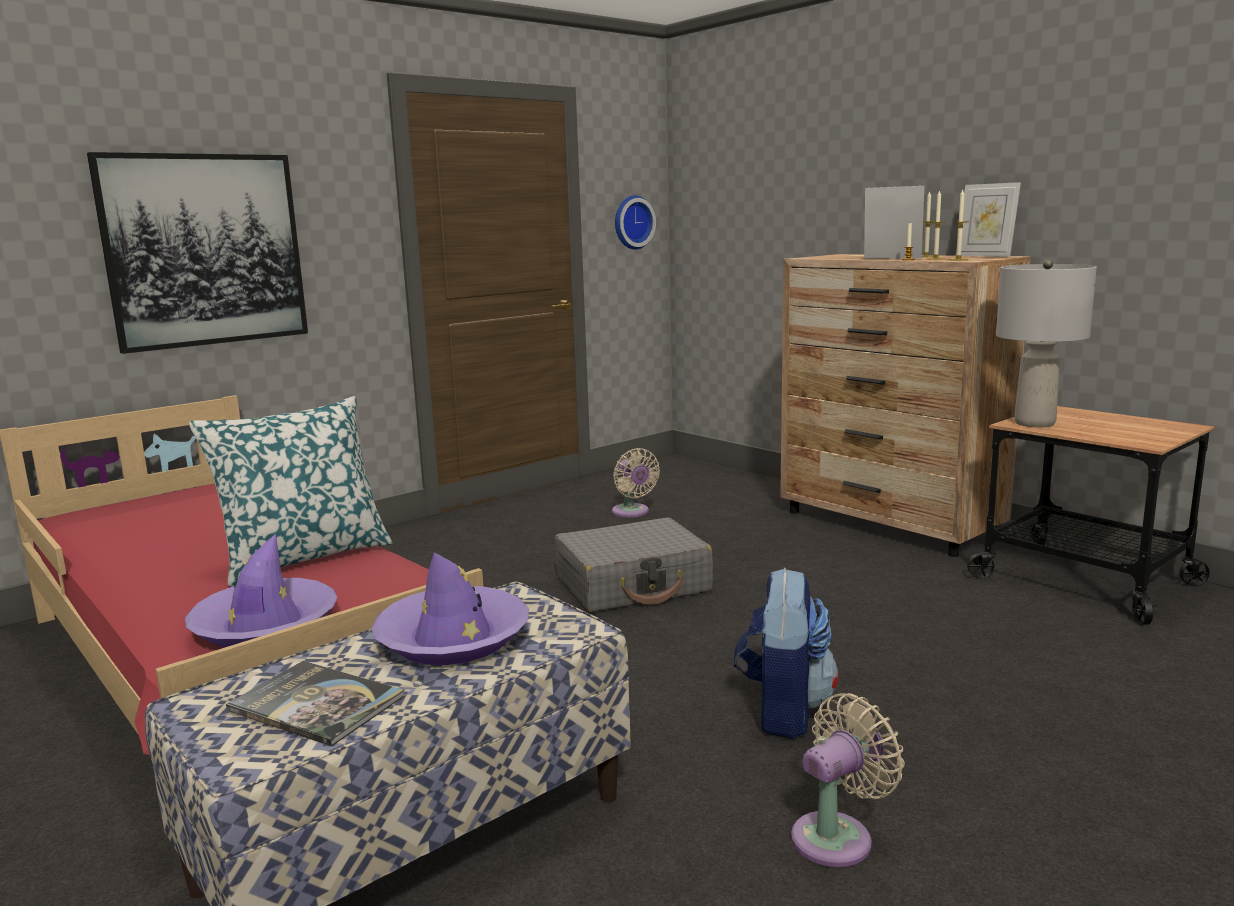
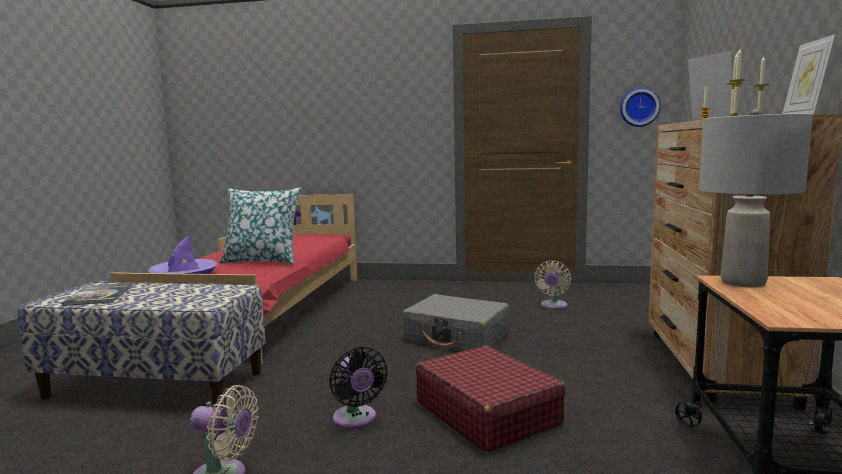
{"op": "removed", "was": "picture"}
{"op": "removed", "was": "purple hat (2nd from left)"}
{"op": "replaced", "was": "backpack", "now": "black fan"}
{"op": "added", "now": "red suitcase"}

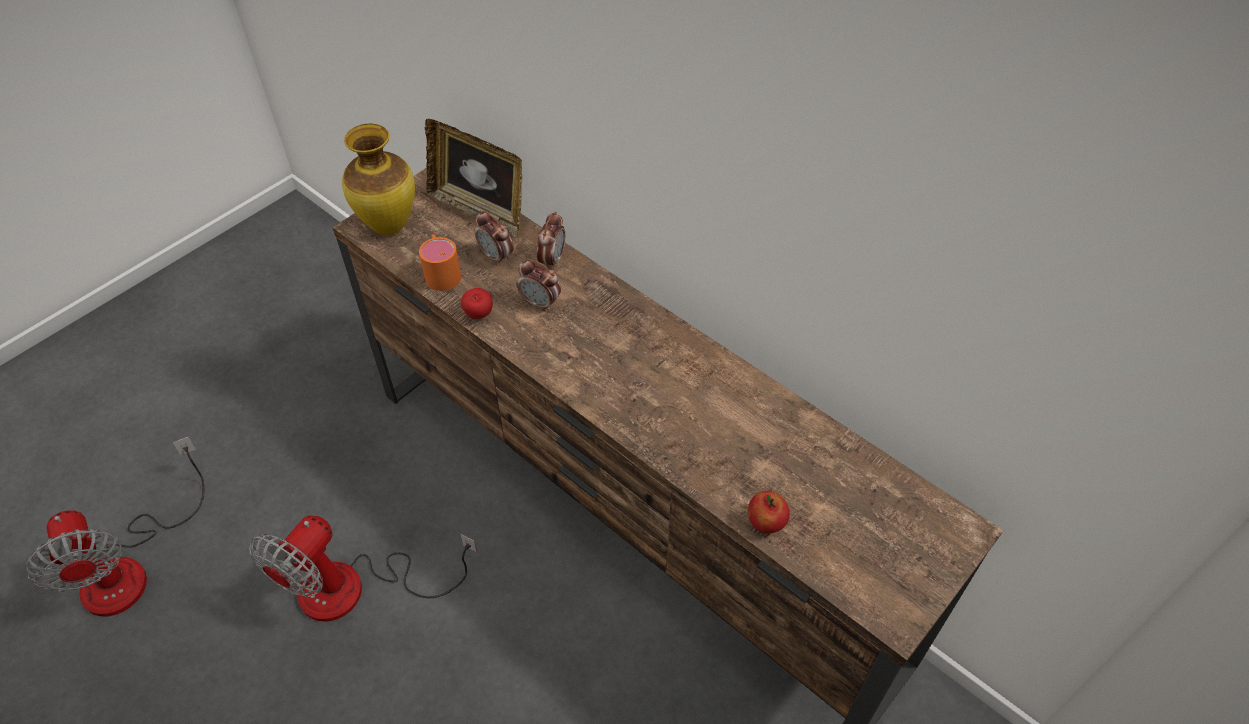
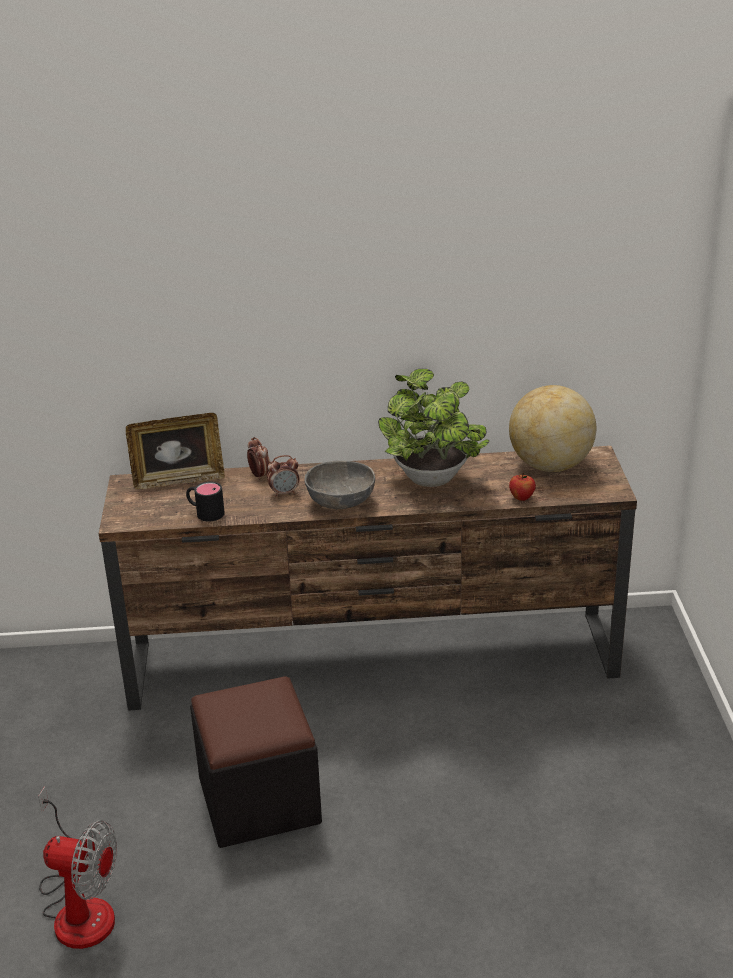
{"op": "replaced", "was": "fan (2nd from left)", "now": "black ottoman"}
{"op": "removed", "was": "vase"}
{"op": "recoloured", "was": "orange mug", "now": "black mug"}
{"op": "removed", "was": "apple (1st from left)"}
{"op": "removed", "was": "alarm clock (1st from left)"}
{"op": "added", "now": "grey bowl"}
{"op": "added", "now": "potted plant"}
{"op": "added", "now": "globe"}

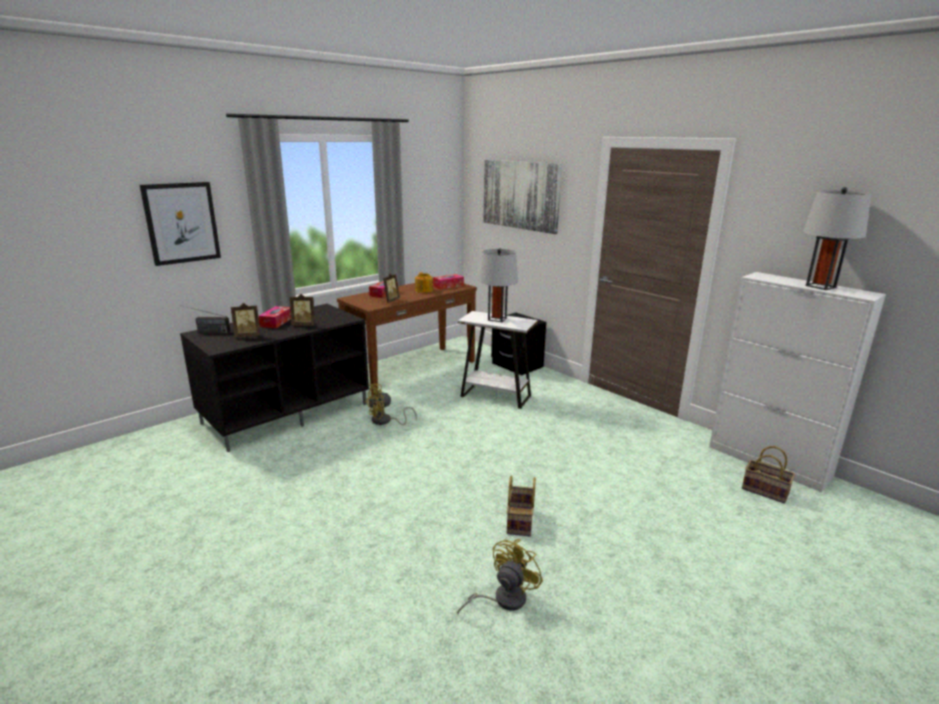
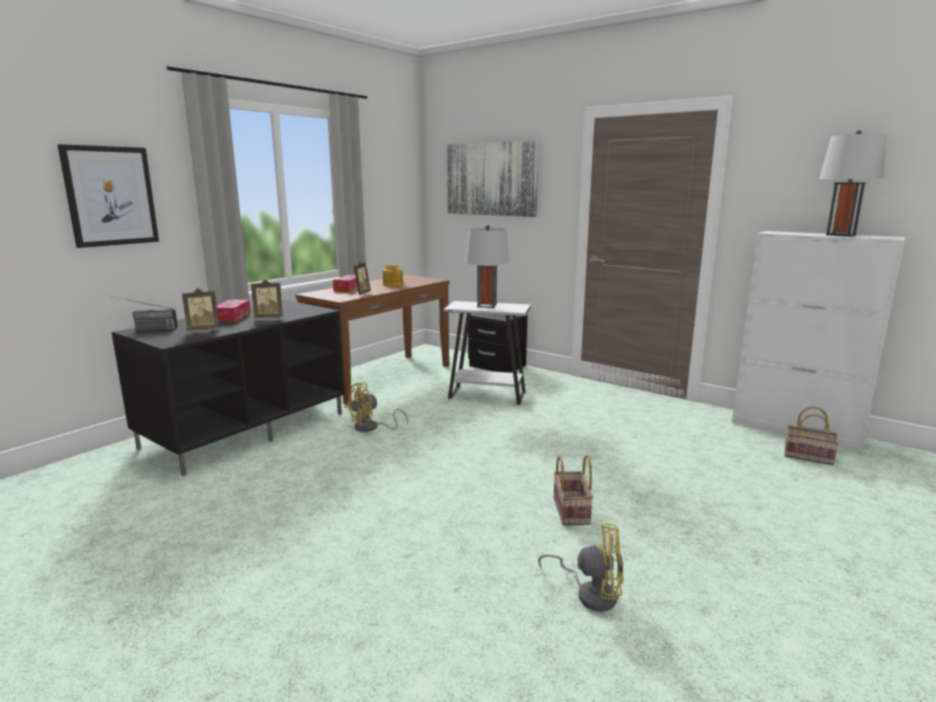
{"op": "removed", "was": "tissue box (3rd from left)"}
{"op": "turned", "was": "yellow fan (2nd from left)", "clockwise": 75}

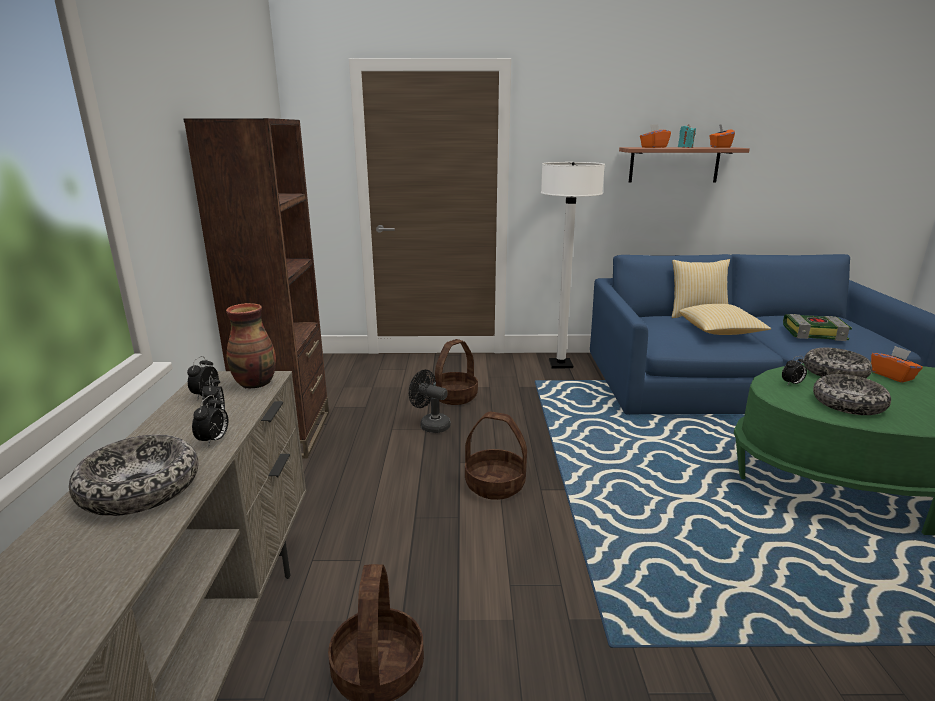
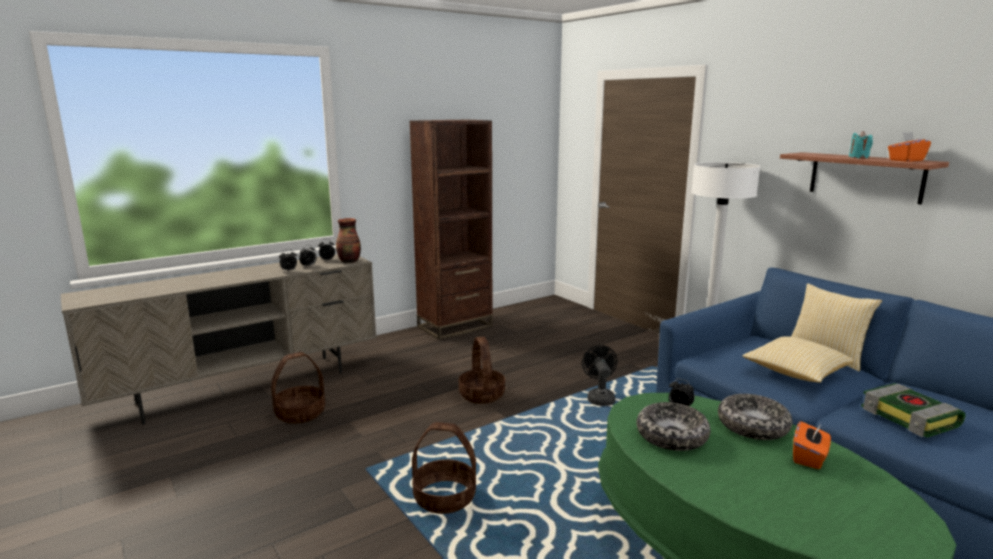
{"op": "removed", "was": "bowl (1st from left)"}
{"op": "moved", "was": "black fan"}
{"op": "moved", "was": "basket (2nd from left)"}
{"op": "removed", "was": "orange tissue box (1st from left)"}

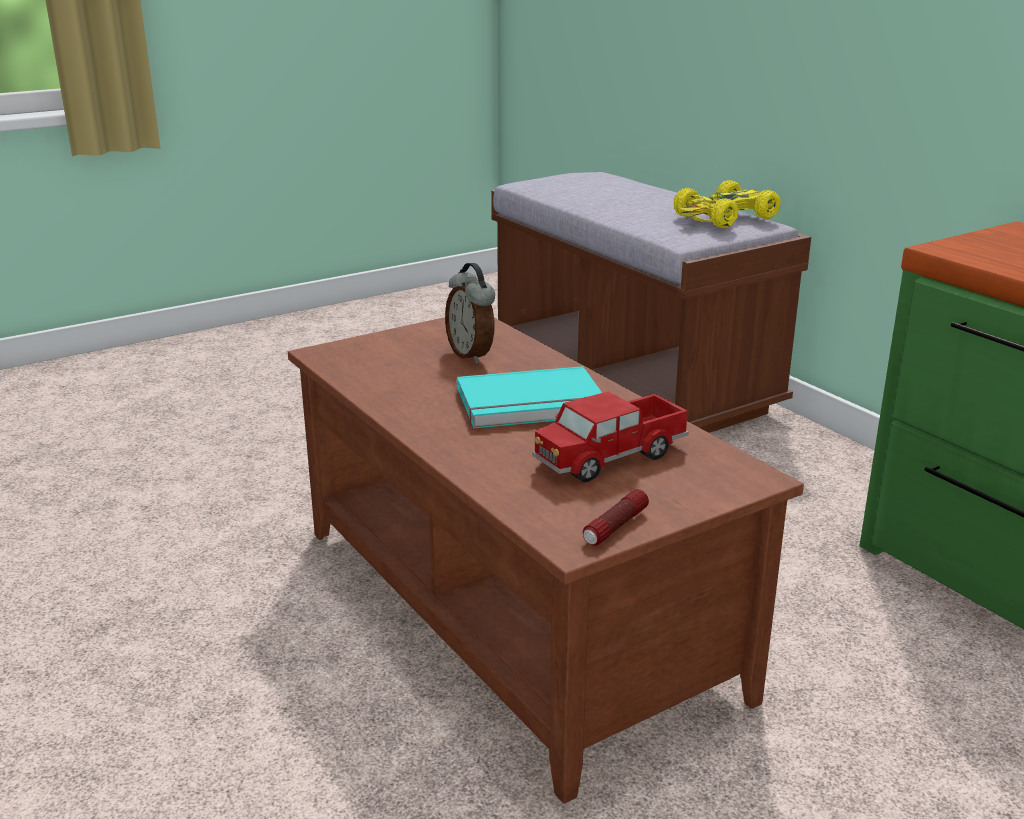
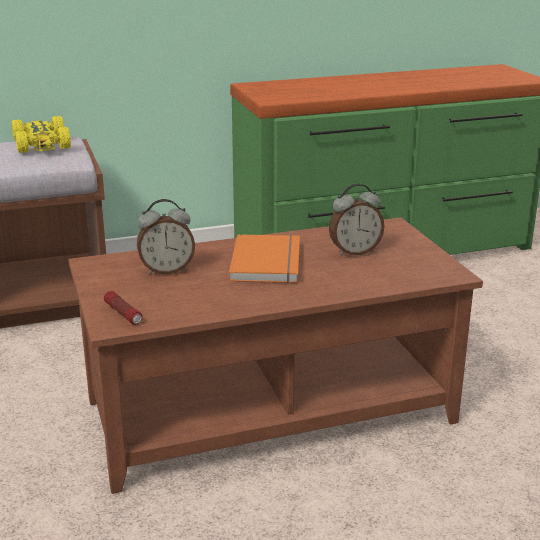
{"op": "recoloured", "was": "turquoise book", "now": "orange book"}
{"op": "replaced", "was": "toy truck", "now": "alarm clock (2nd from left)"}
{"op": "moved", "was": "flashlight"}

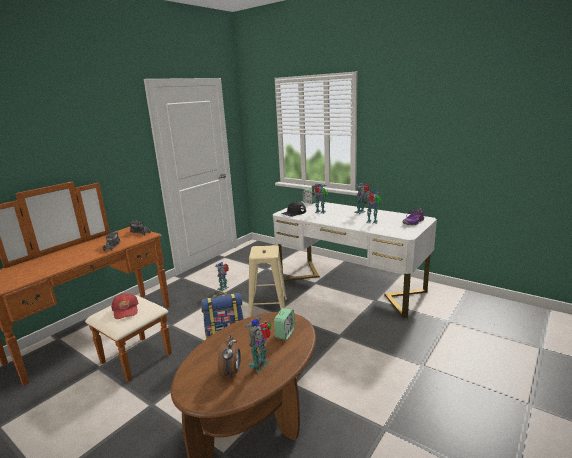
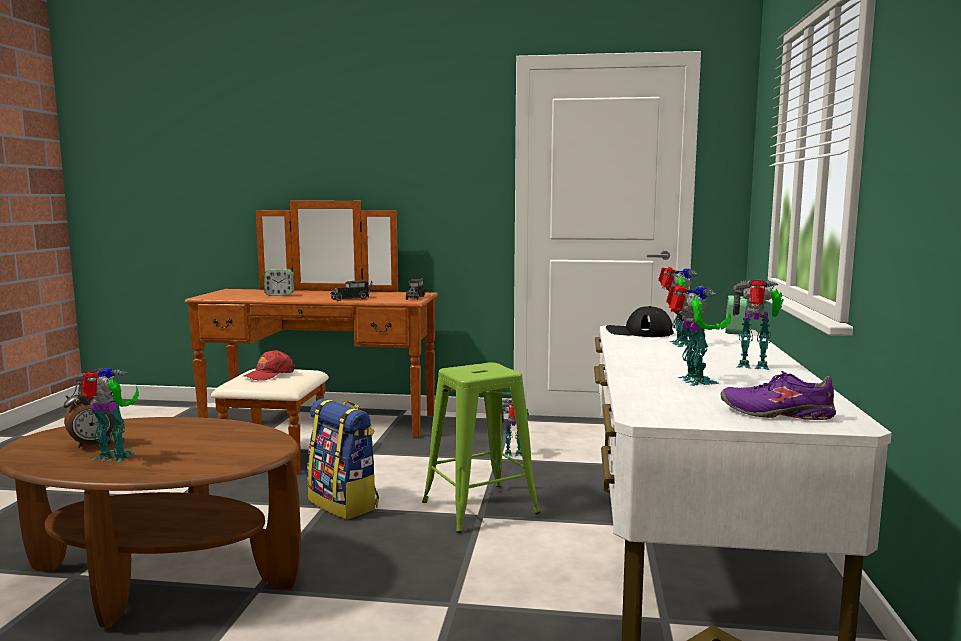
{"op": "recoloured", "was": "beige stool", "now": "green stool"}
{"op": "moved", "was": "alarm clock (2nd from left)"}

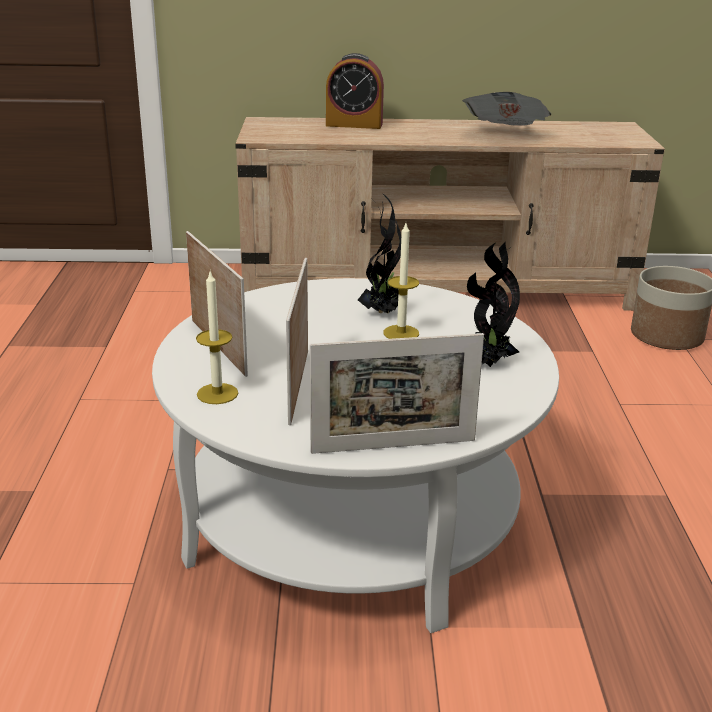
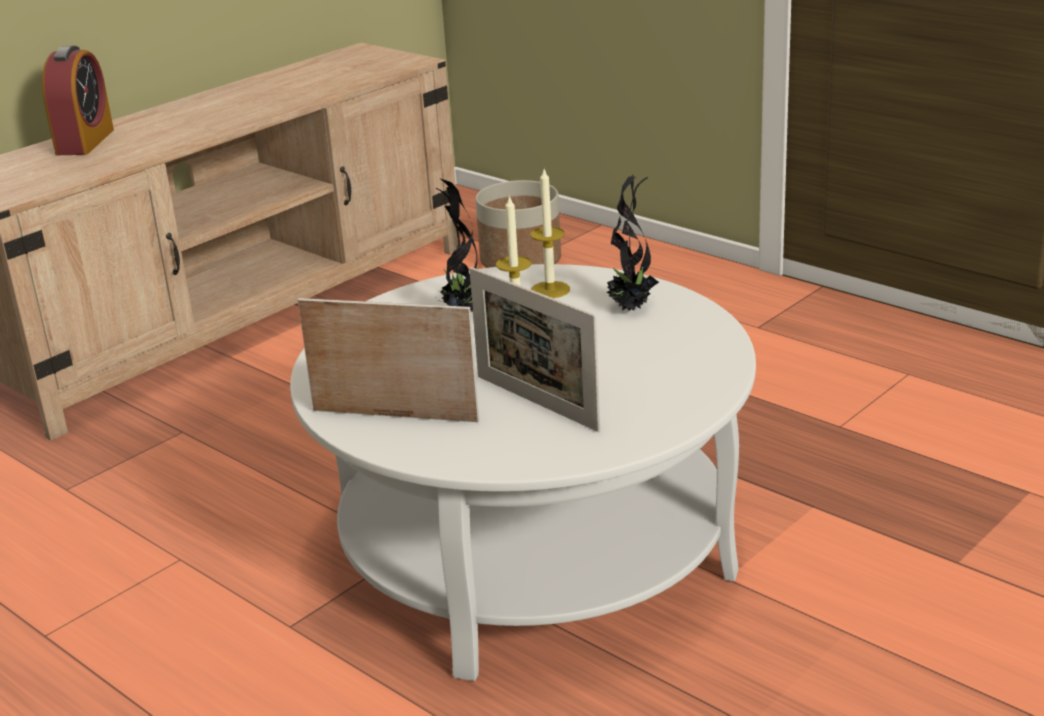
{"op": "moved", "was": "candle (1st from left in the first image)", "now": "candle (2nd from left)"}
{"op": "removed", "was": "picture frame (3rd from left)"}
{"op": "turned", "was": "alarm clock", "clockwise": -45}
{"op": "removed", "was": "newspaper"}

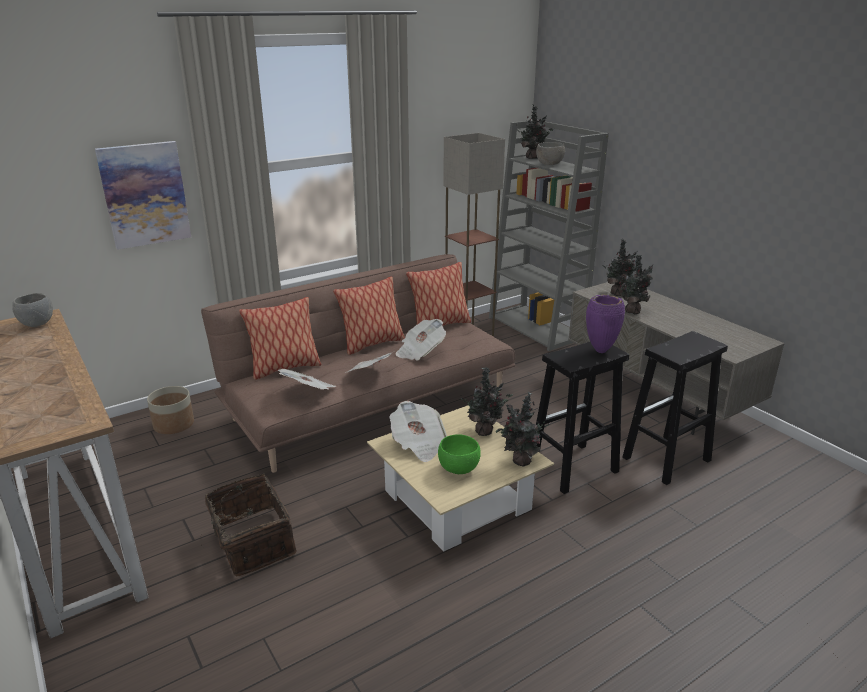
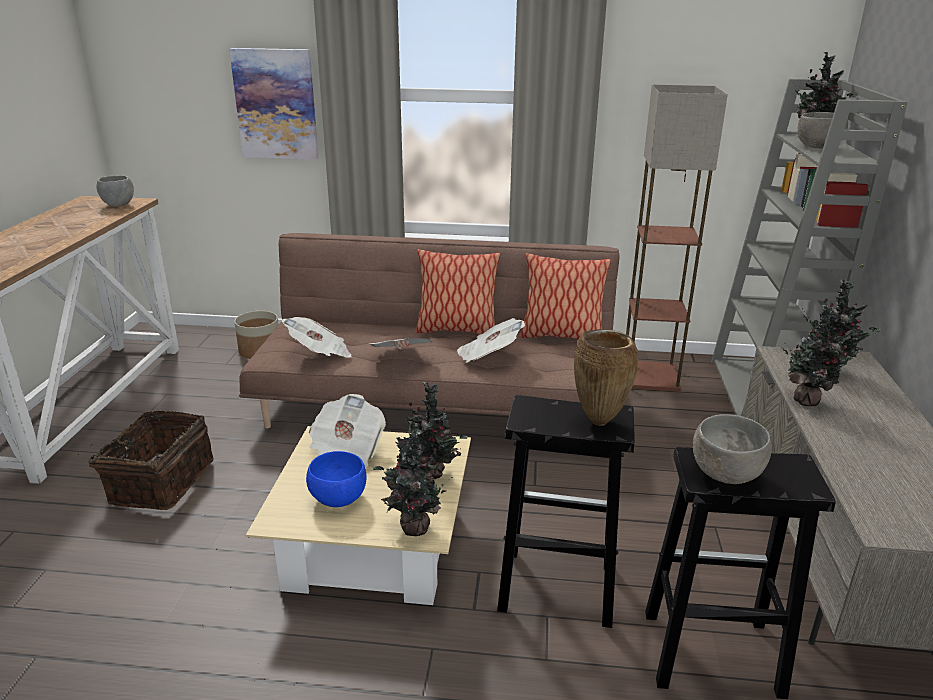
{"op": "removed", "was": "pillow (1st from left)"}
{"op": "recoloured", "was": "green bowl", "now": "blue bowl"}
{"op": "recoloured", "was": "purple vase", "now": "brown vase"}
{"op": "added", "now": "grey bowl (2nd from left)"}

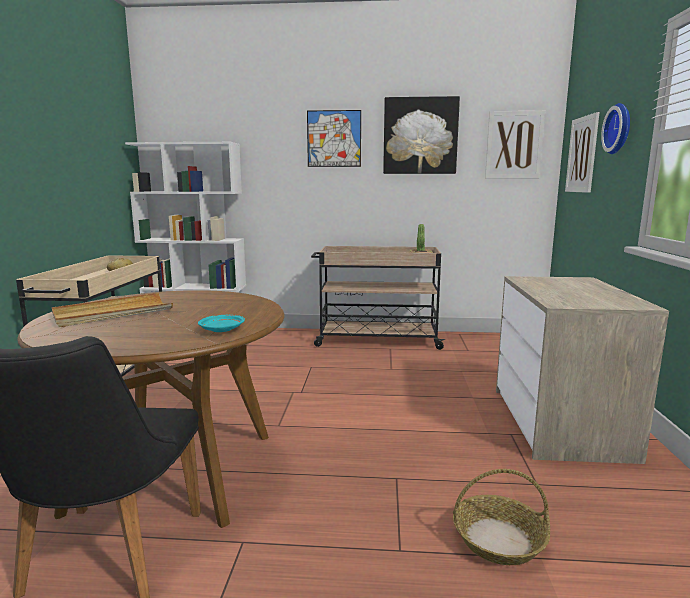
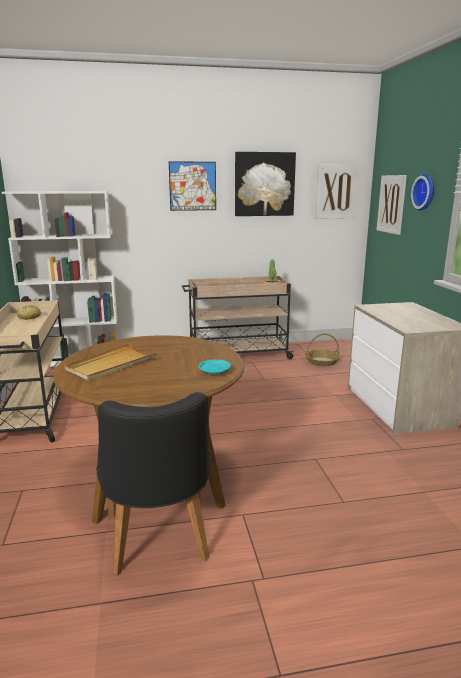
{"op": "moved", "was": "basket"}

